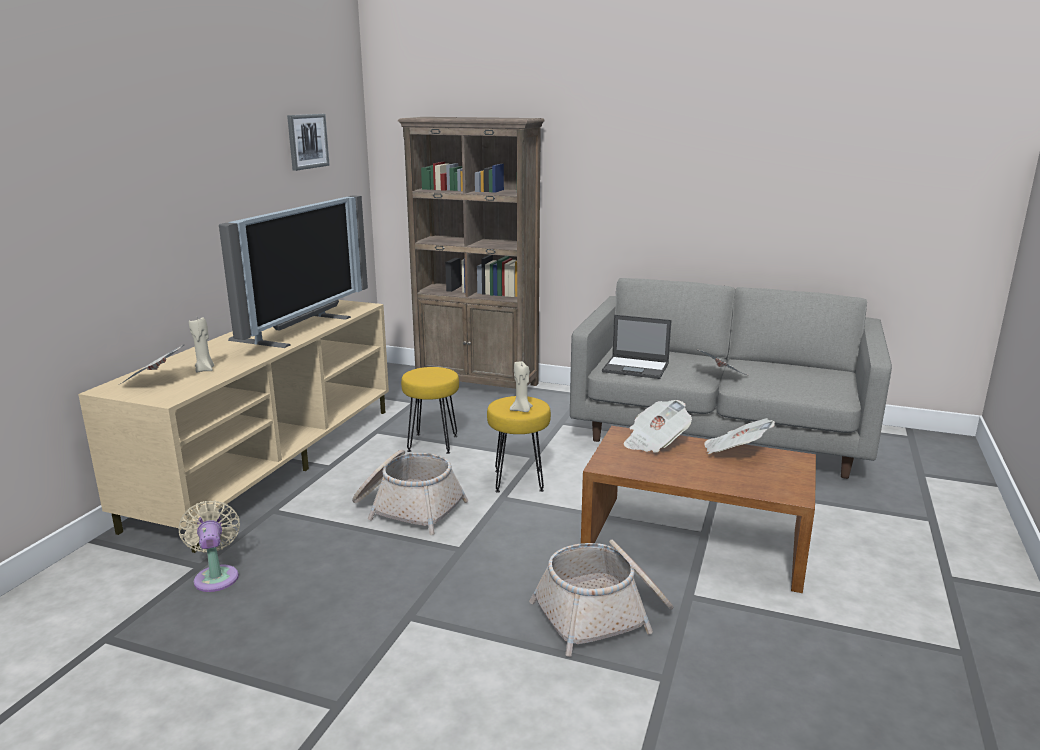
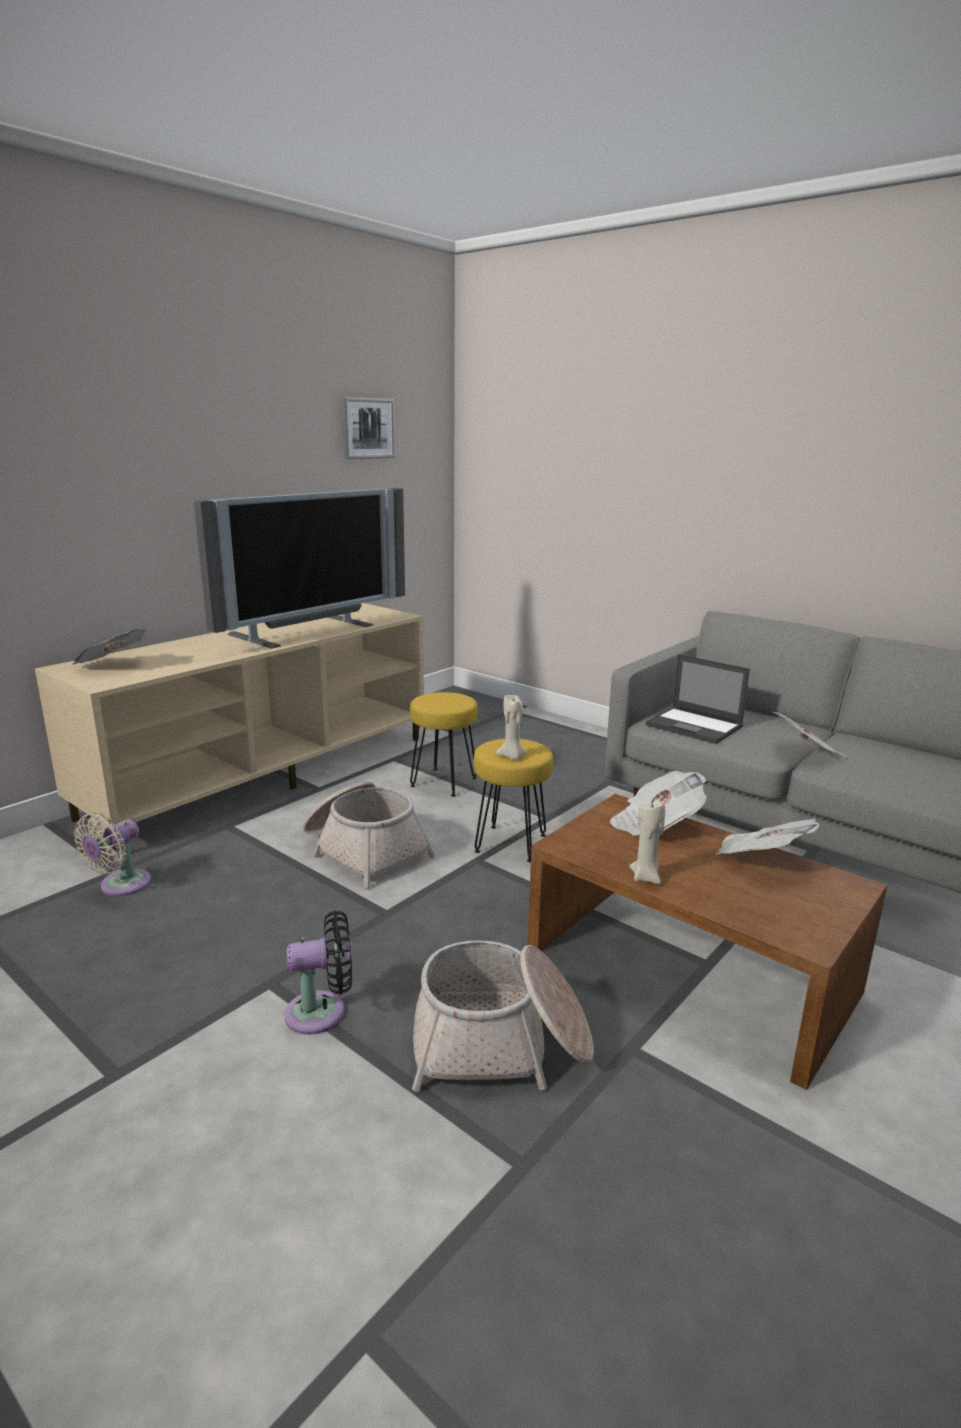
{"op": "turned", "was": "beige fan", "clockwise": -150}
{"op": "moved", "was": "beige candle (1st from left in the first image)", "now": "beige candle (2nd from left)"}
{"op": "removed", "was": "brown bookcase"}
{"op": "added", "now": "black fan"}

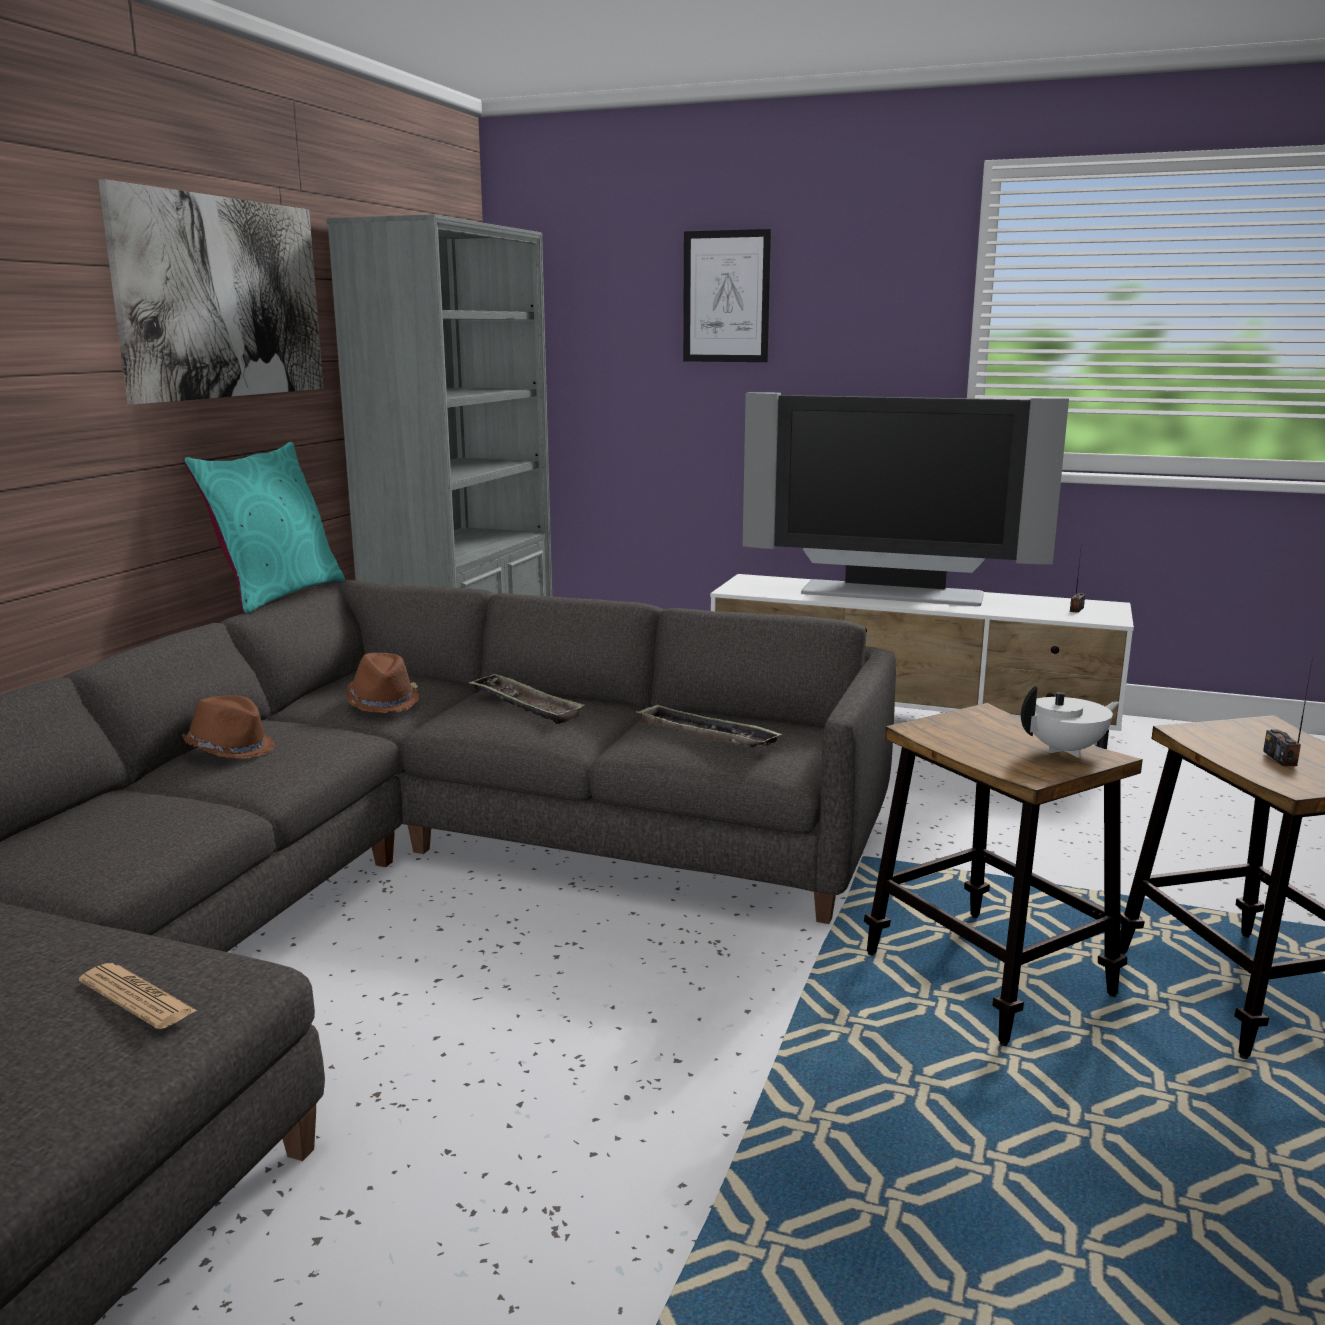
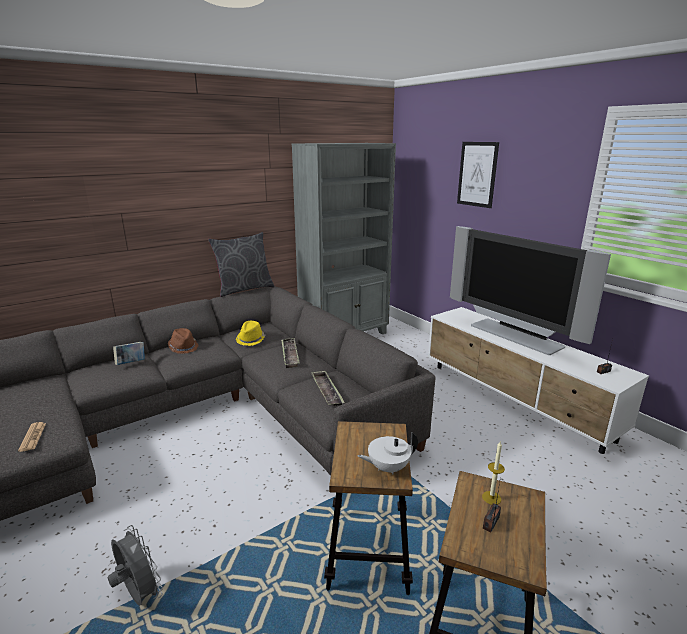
{"op": "removed", "was": "picture (1st from left)"}
{"op": "recoloured", "was": "turquoise pillow", "now": "grey pillow"}
{"op": "recoloured", "was": "brown hat (2nd from left)", "now": "yellow hat"}
{"op": "turned", "was": "white teapot", "clockwise": 150}
{"op": "added", "now": "grey fan"}
{"op": "added", "now": "book"}
{"op": "added", "now": "candle"}

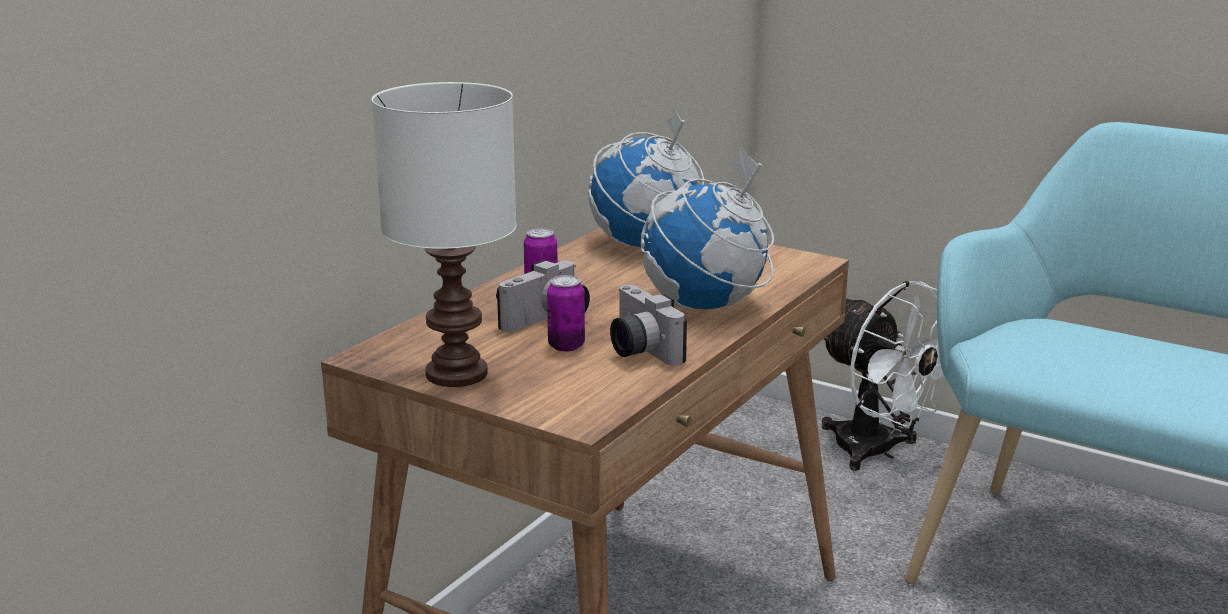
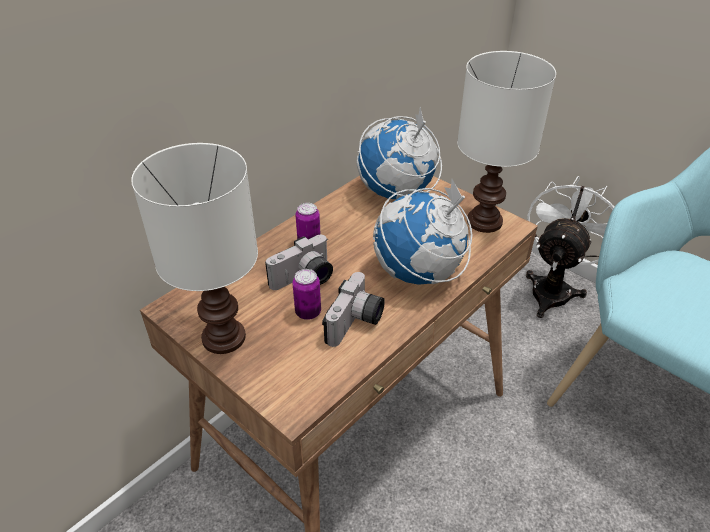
{"op": "turned", "was": "photo camera (2nd from left)", "clockwise": -135}
{"op": "turned", "was": "white fan", "clockwise": -120}
{"op": "added", "now": "white table lamp (2nd from left)"}

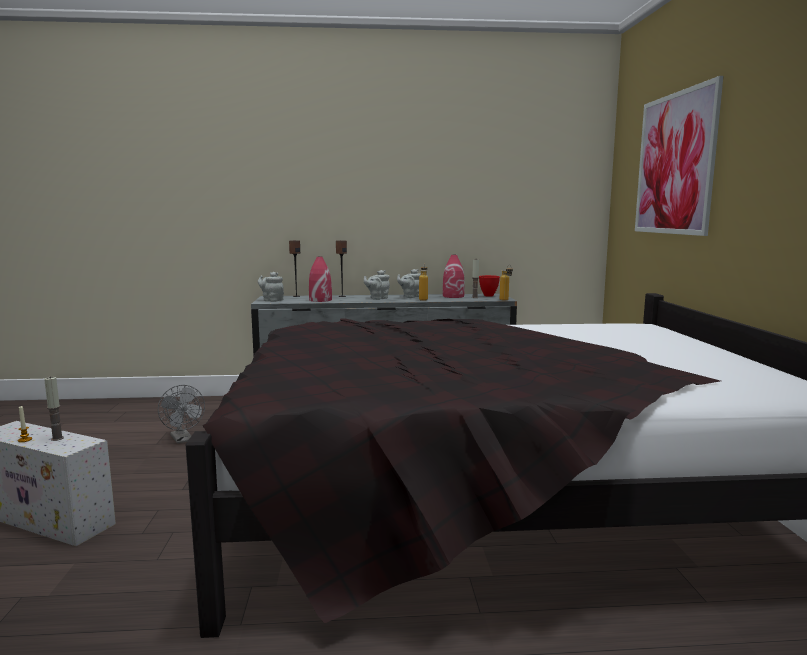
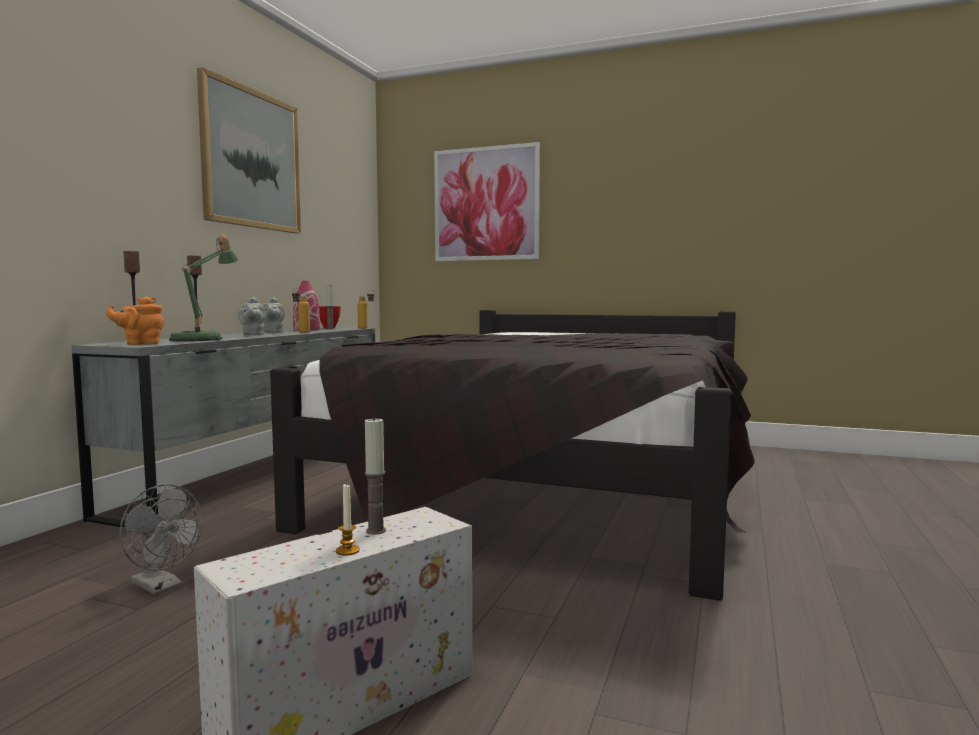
{"op": "turned", "was": "grey fan", "clockwise": 45}
{"op": "recoloured", "was": "grey teapot (1st from left)", "now": "orange teapot"}
{"op": "replaced", "was": "red vase (1st from left)", "now": "table lamp"}
{"op": "added", "now": "picture (1st from left)"}

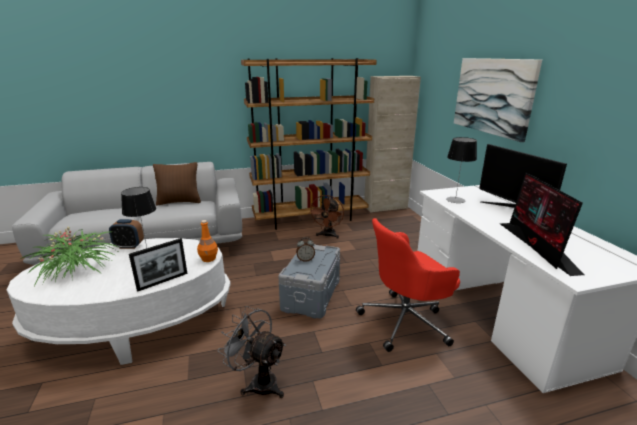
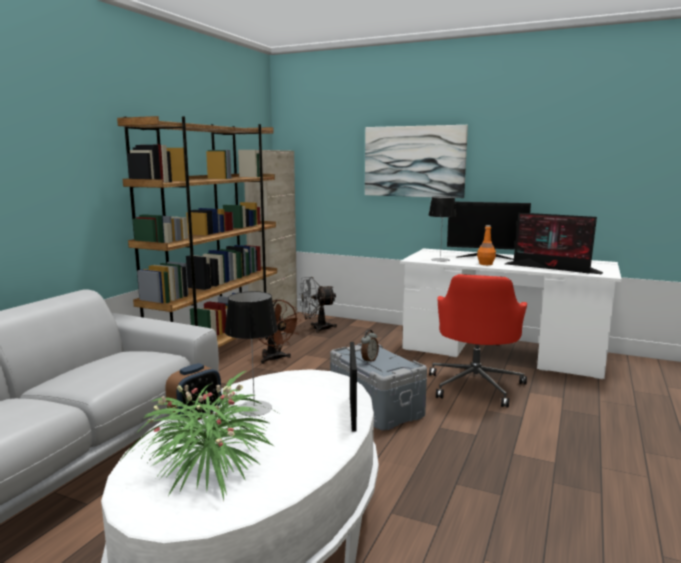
{"op": "removed", "was": "brown pillow"}
{"op": "moved", "was": "orange bottle"}
{"op": "moved", "was": "grey fan"}

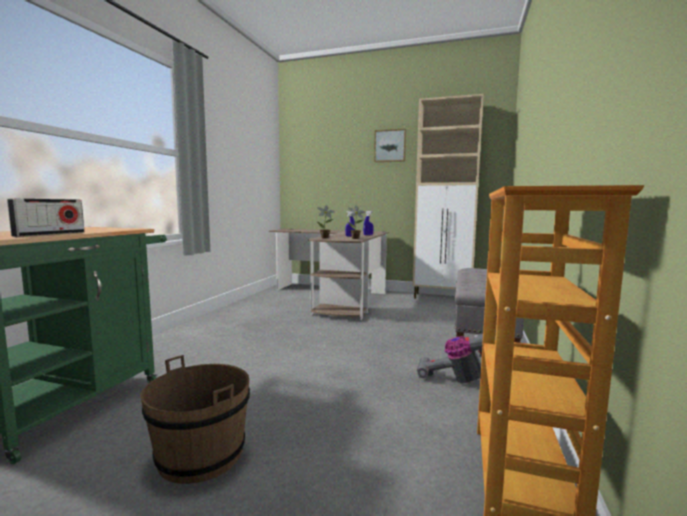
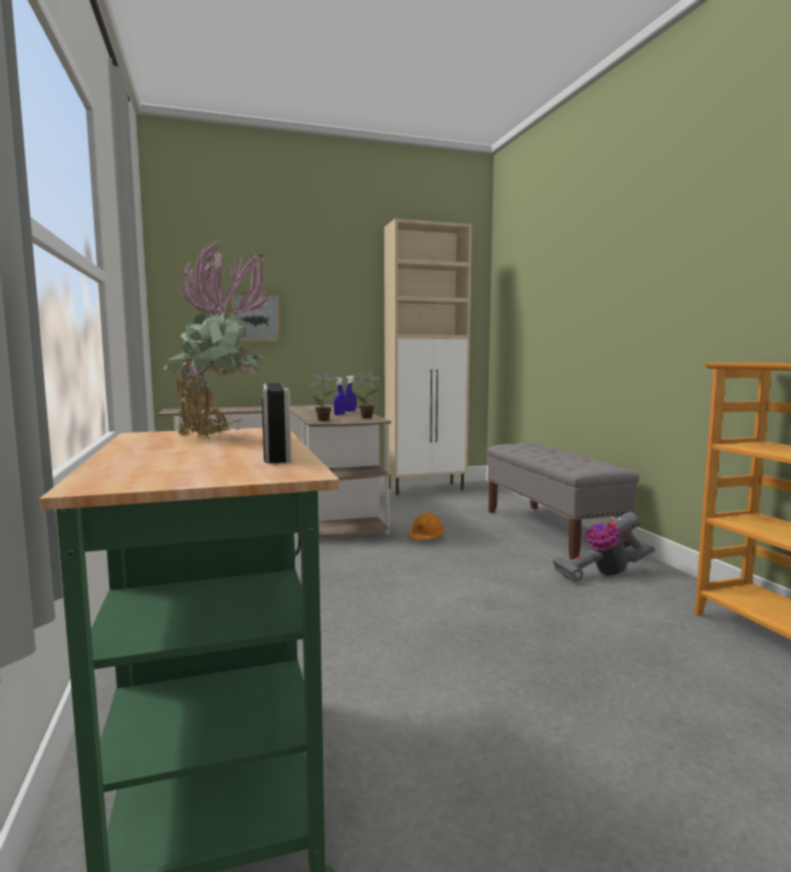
{"op": "removed", "was": "brown bucket"}
{"op": "moved", "was": "picture"}
{"op": "added", "now": "potted plant (1st from left)"}
{"op": "added", "now": "orange hard hat"}

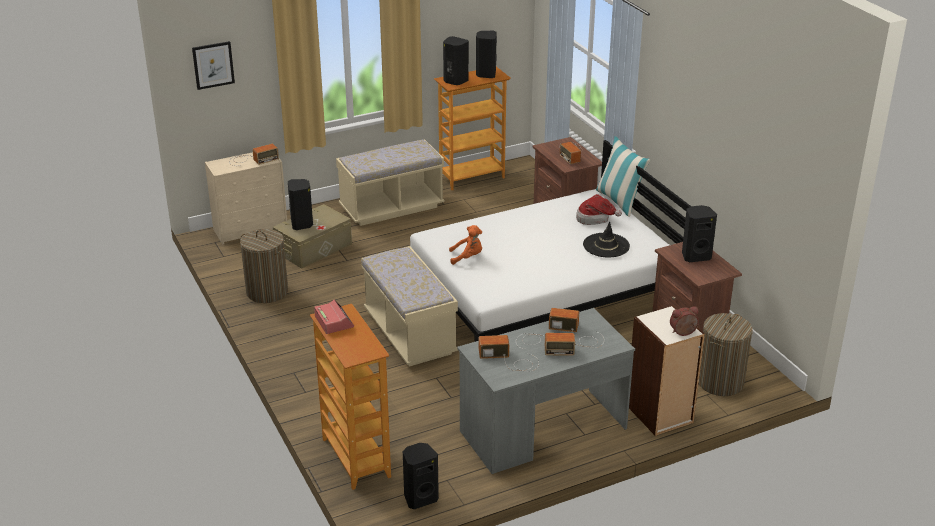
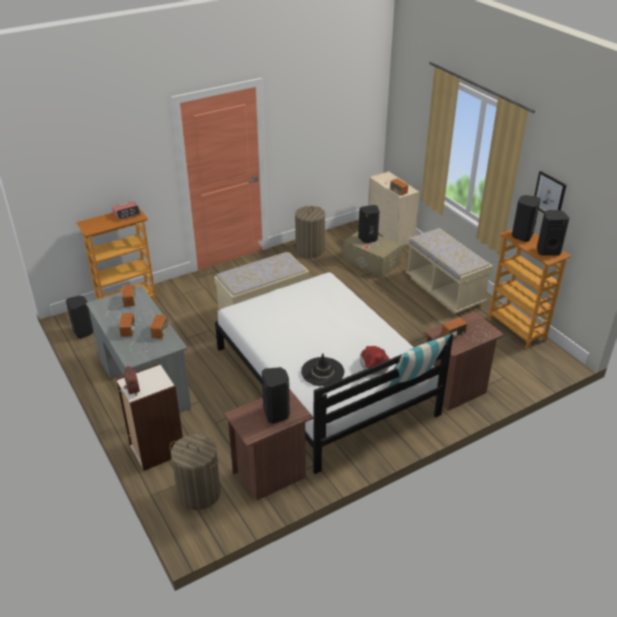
{"op": "moved", "was": "picture"}
{"op": "removed", "was": "orange plush toy"}

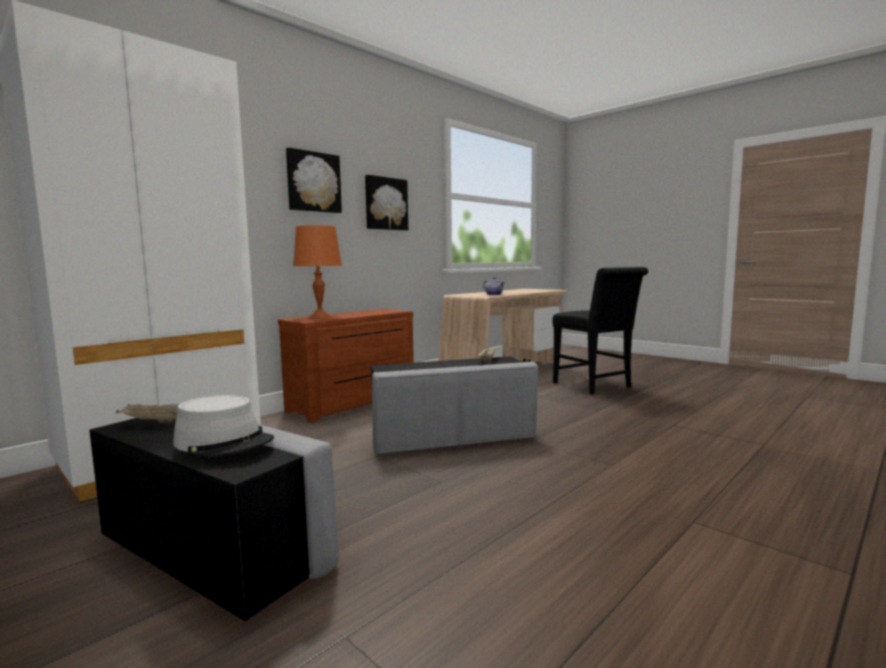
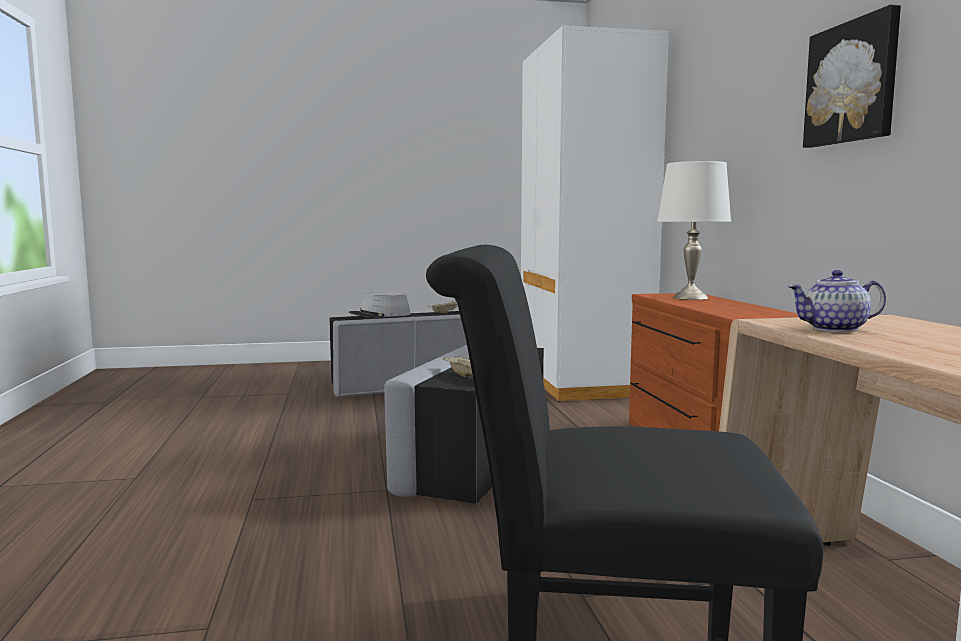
{"op": "removed", "was": "picture (1st from left)"}
{"op": "recoloured", "was": "orange table lamp", "now": "white table lamp"}

